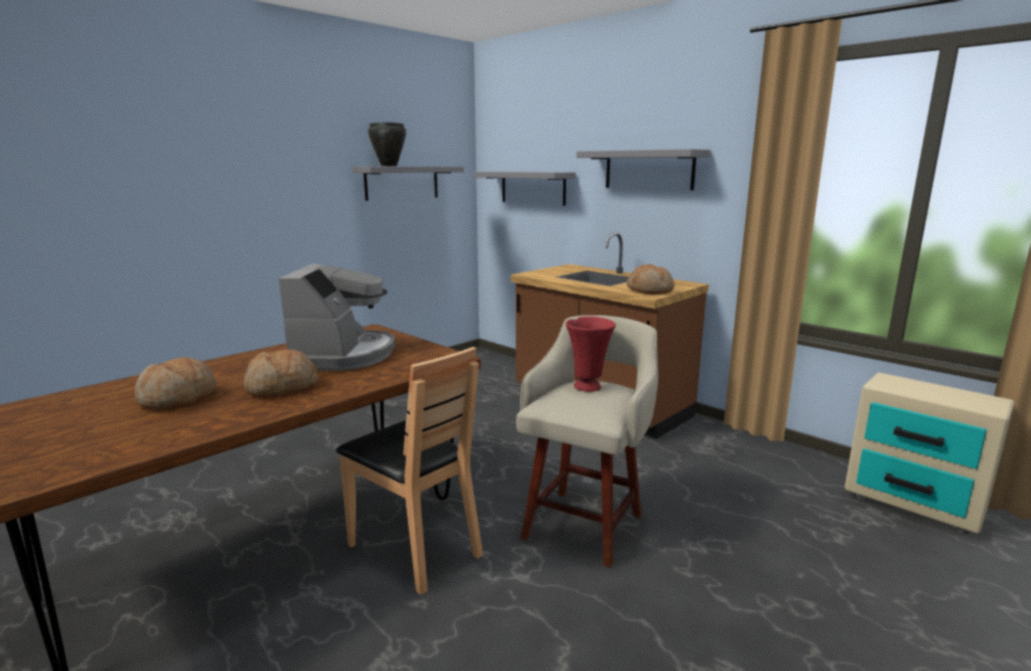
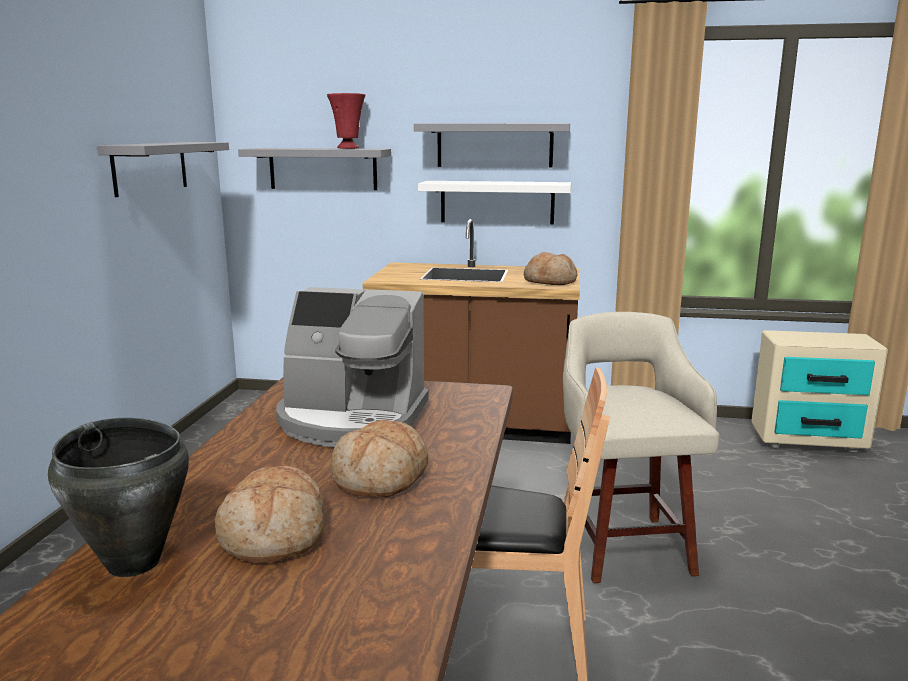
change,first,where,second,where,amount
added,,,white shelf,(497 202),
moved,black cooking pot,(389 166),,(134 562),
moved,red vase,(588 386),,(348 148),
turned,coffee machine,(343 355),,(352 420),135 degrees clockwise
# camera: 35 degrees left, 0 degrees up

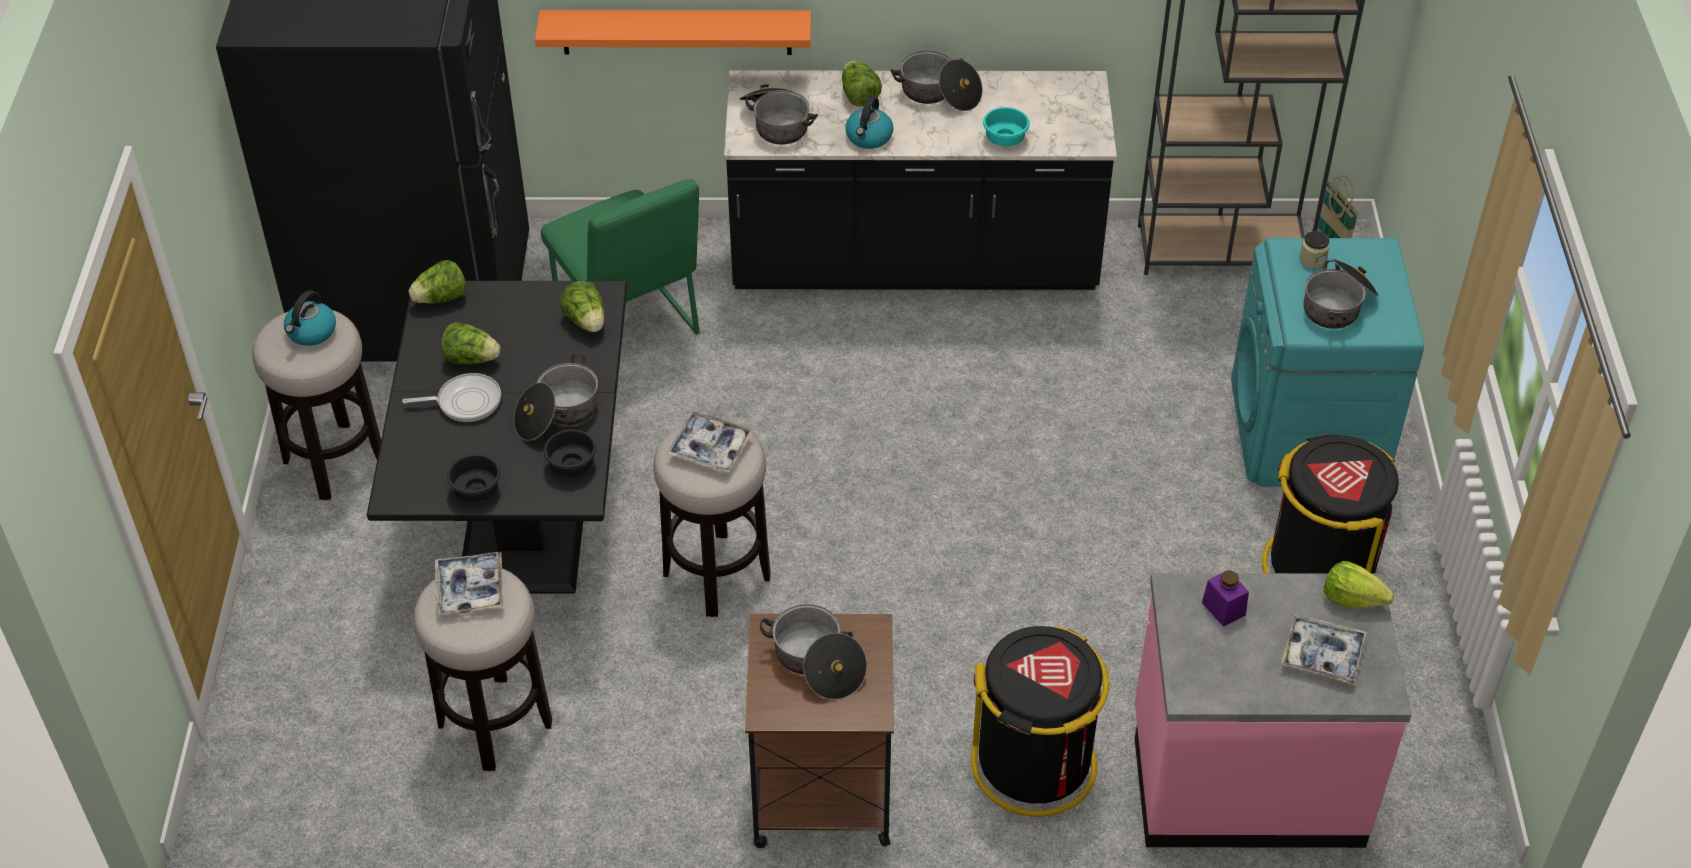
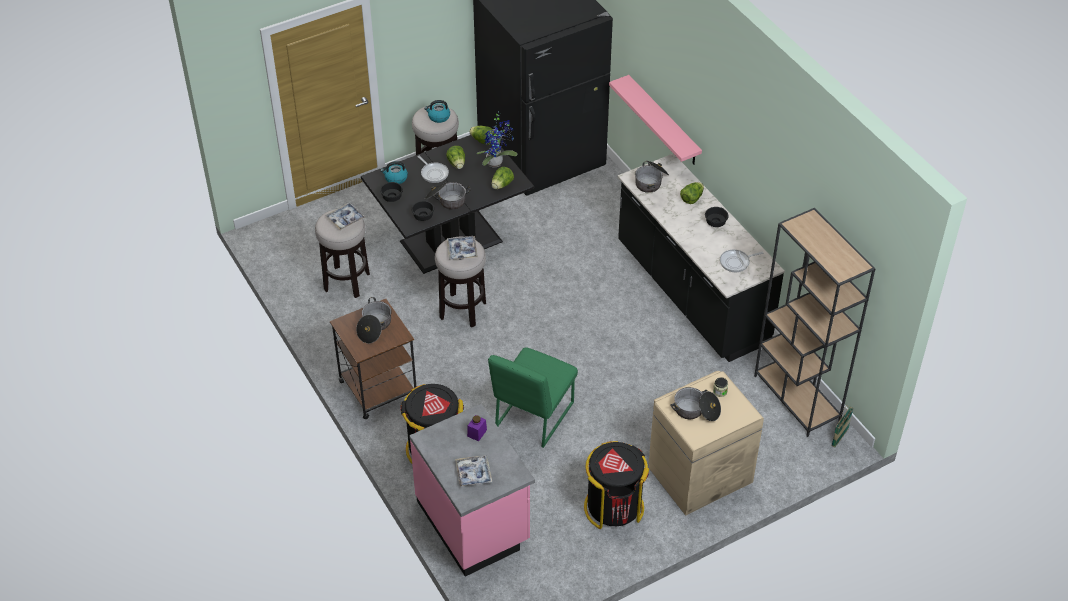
change,first,where,second,where,amount
removed,turquoise bowl,(1003 140),,,
removed,lettuce,(1352 599),,,
added,,,potted plant,(496 163),
added,,,frying pan,(736 262),
moved,green chair,(628 319),,(532 416),
moved,kettle,(869 137),,(395 178),
replaced,cooking pot,(938 94),black bowl,(716 222),
recoloured,orange shelf,(676 31),pink shelf,(663 121),
recoloured,turquoise washing machine,(1305 431),beige washing machine,(697 472),
# camera: 60 degrees right, 0 degrees up

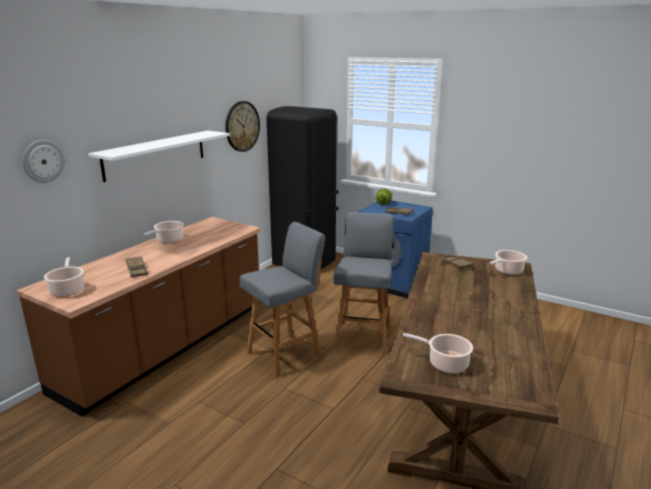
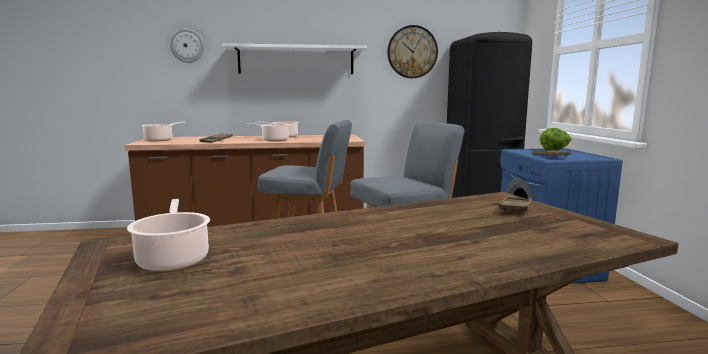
change,first,where,second,where,amount
moved,cooking pot,(507 271),,(273 140),
# camera: 50 degrees right, 10 degrees down

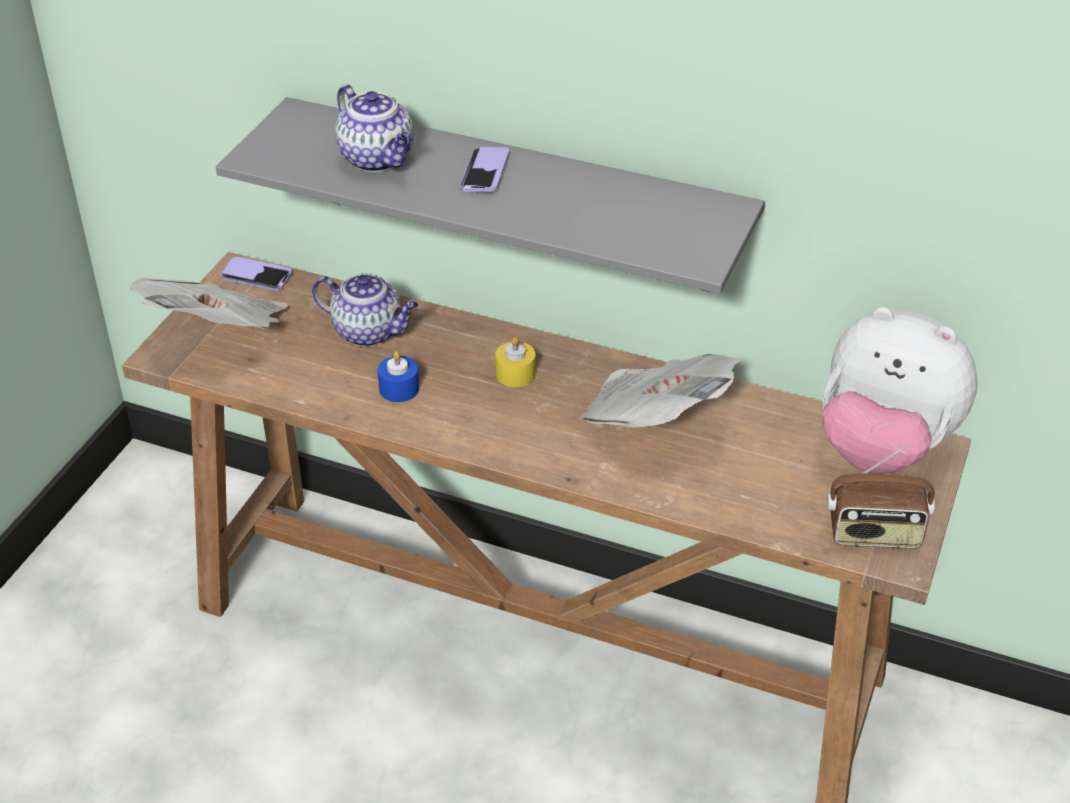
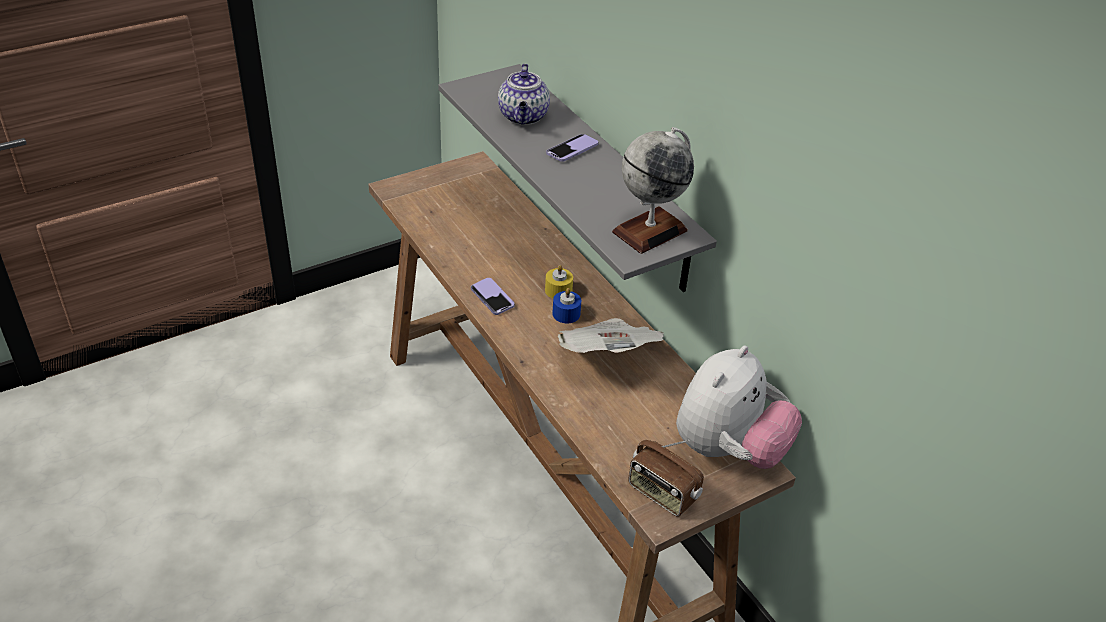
change,first,where,second,where,amount
removed,newspaper,(220 333),,,
removed,teapot,(369 332),,,
added,,,globe,(650 231),
moved,phone,(257 276),,(492 297),
moved,blue candle,(399 389),,(566 314),
turned,plush toy,(883 448),,(728 450),120 degrees counterclockwise
# camera: 35 degrees right, 0 degrees up

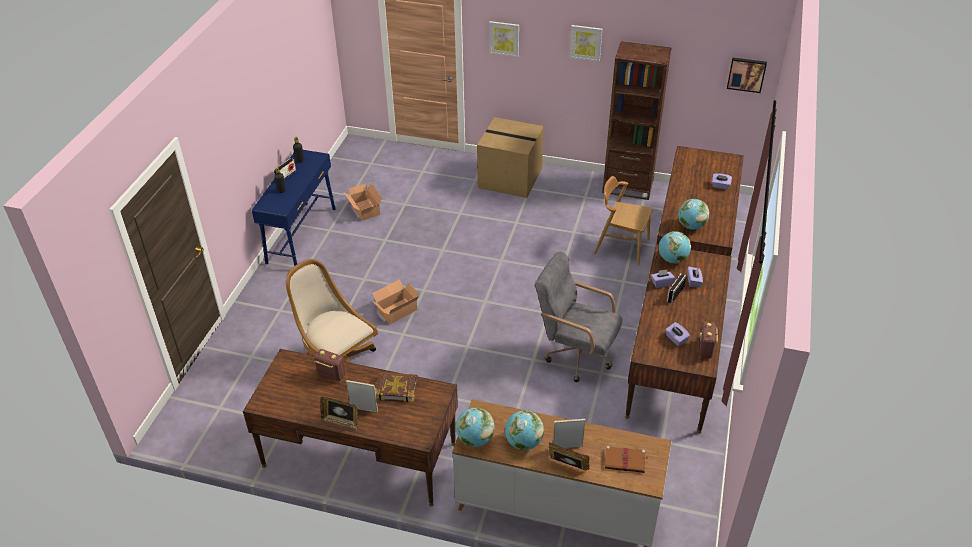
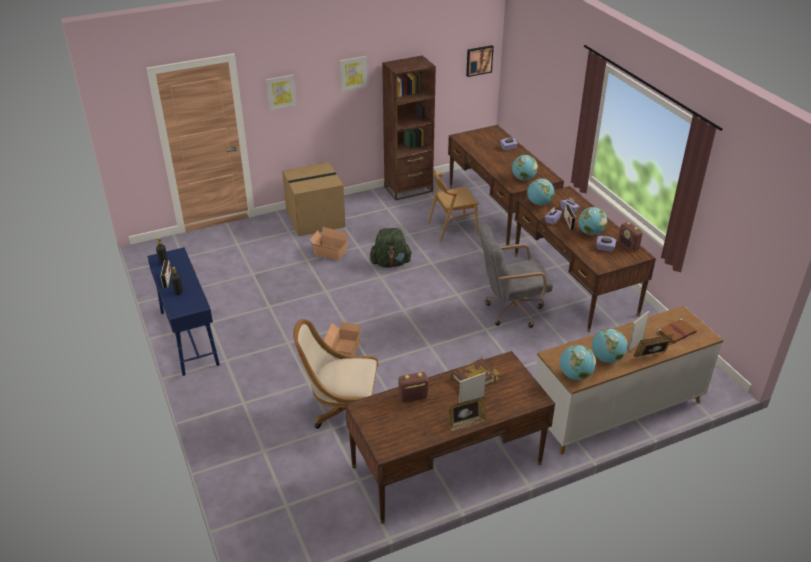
change,first,where,second,where,amount
added,,,green backpack,(390 263),
added,,,globe,(590 233),
moved,cardboard box,(364 210),,(330 253),
# camera: 40 degrees left, 5 degrees down

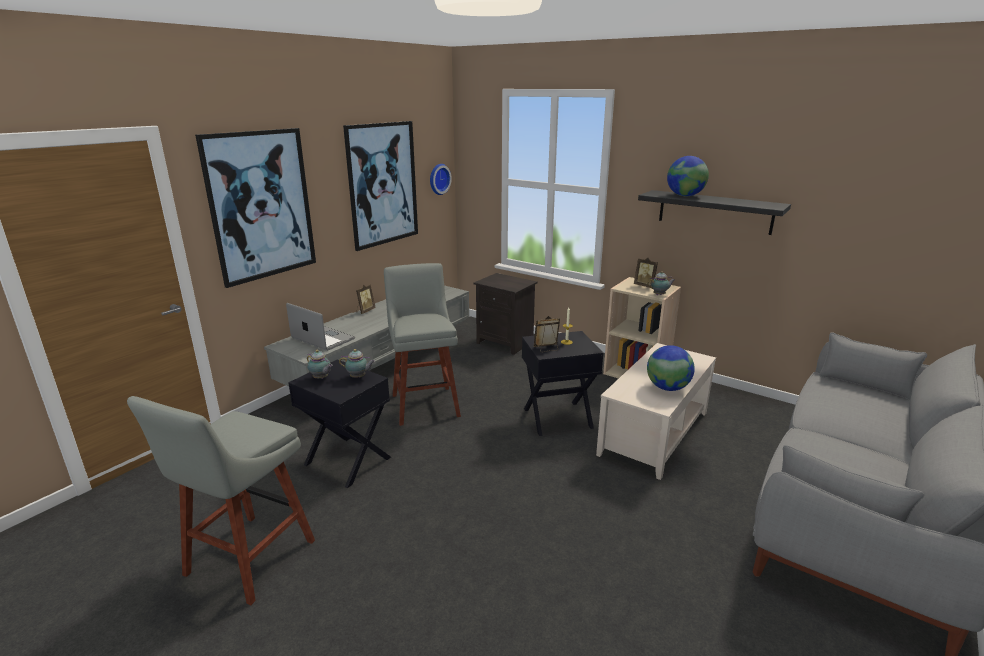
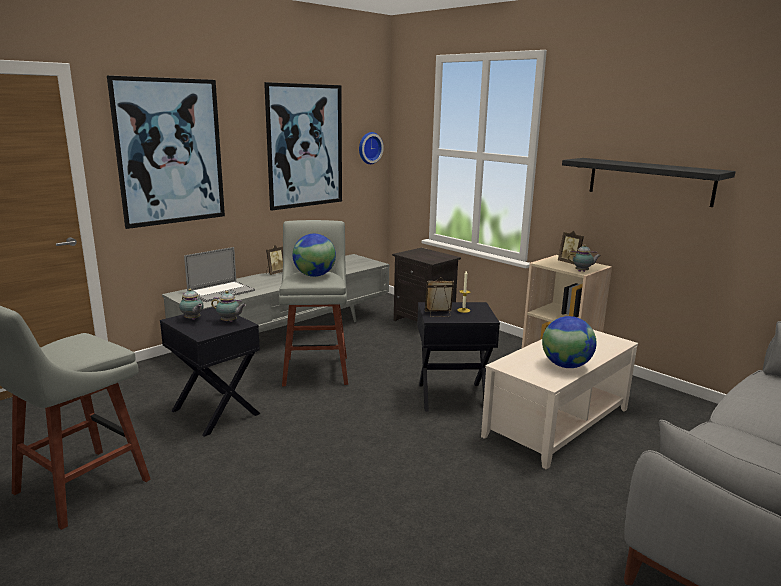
change,first,where,second,where,amount
moved,globe,(685 196),,(314 275),
turned,laptop,(323 338),,(221 292),90 degrees clockwise
# camera: 10 degrees right, 5 degrees down

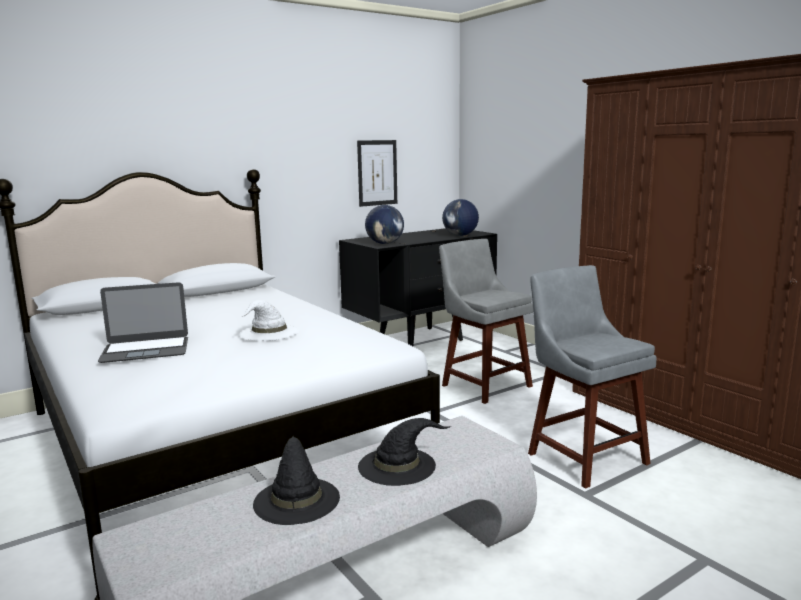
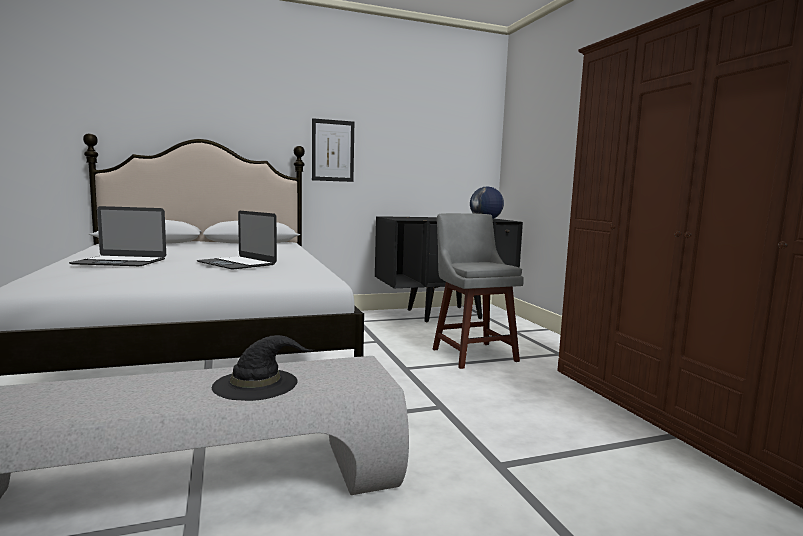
change,first,where,second,where,amount
removed,black hat,(296 499),,,
removed,globe,(385 243),,,
removed,grey chair,(583 456),,,
moved,picture,(377 173),,(333 150),
replaced,white hat,(269 332),laptop,(237 263),
# camera: 15 degrees right, 5 degrees down

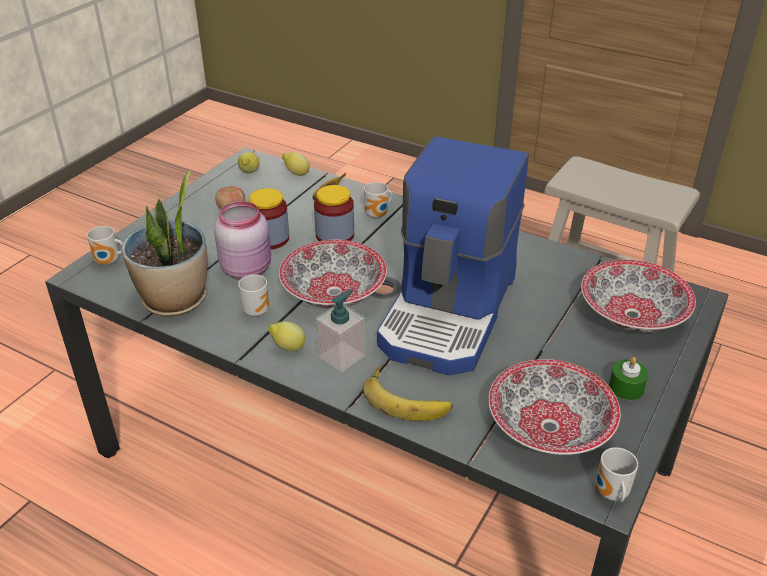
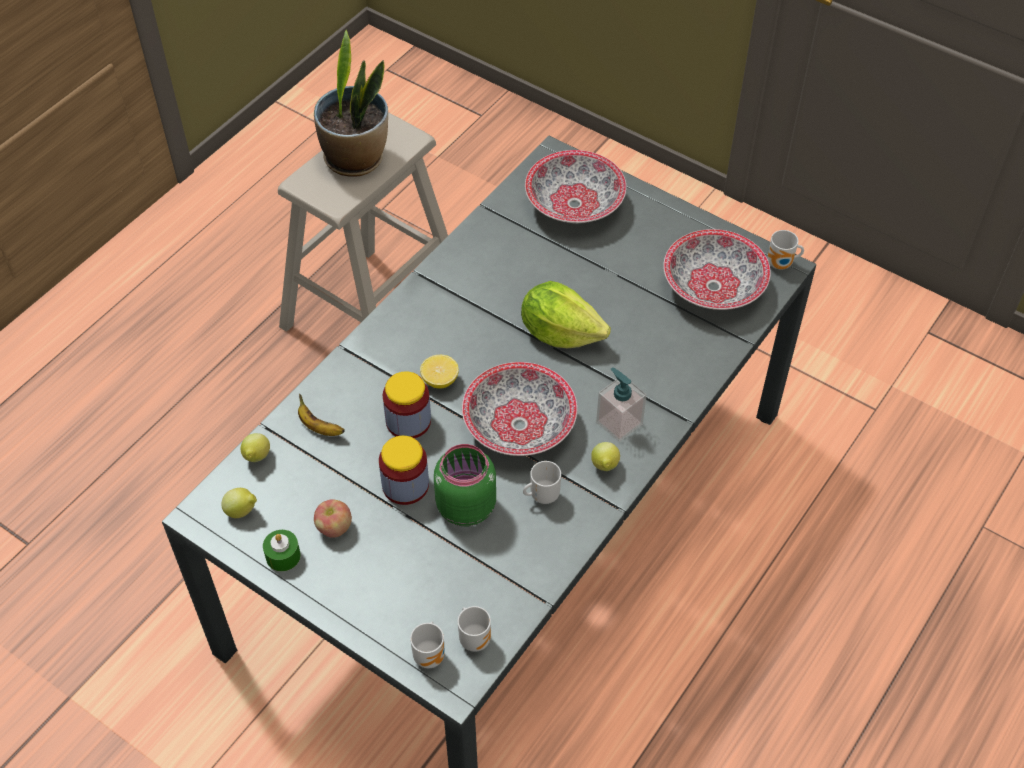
change,first,where,second,where,amount
removed,banana,(407 398),,,
added,,,lemon,(440 380),
moved,potted plant,(175 300),,(356 158),
moved,mug,(378 215),,(475 638),
moved,green candle,(626 387),,(283 556),
replaced,coffee machine,(450 313),lettuce,(560 333),
recoloured,pink jar,(247 269),green jar,(464 506),
# camera: 85 degrees left, 15 degrees up

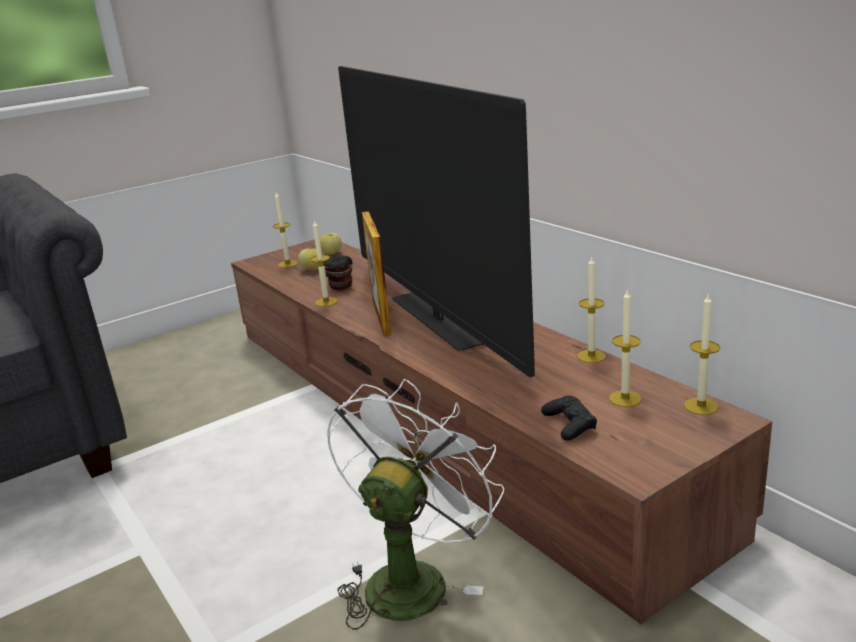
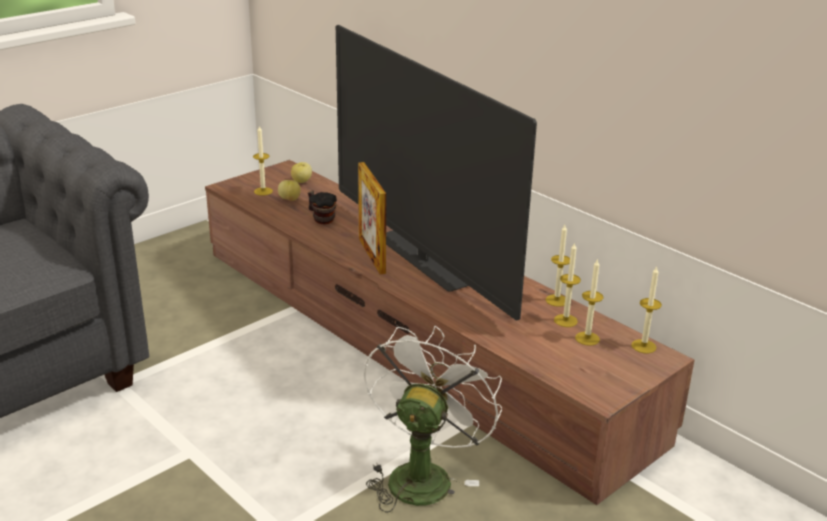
change,first,where,second,where,amount
removed,black game controller,(569 424),,,
moved,candle,(326 302),,(565 320),
# camera: 10 degrees left, 5 degrees up

